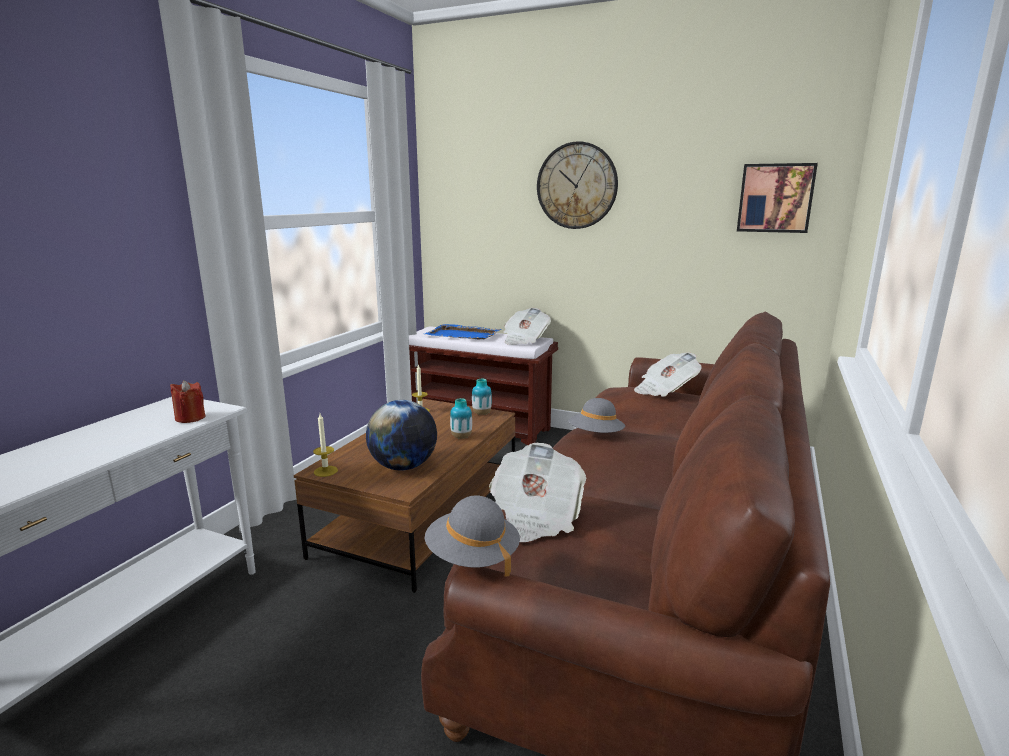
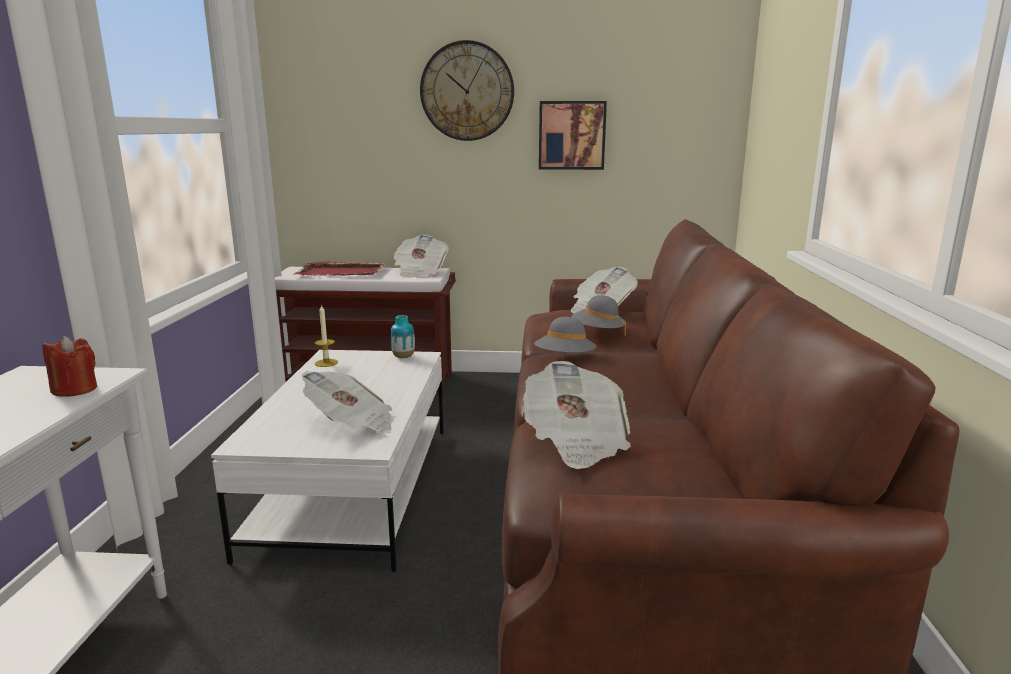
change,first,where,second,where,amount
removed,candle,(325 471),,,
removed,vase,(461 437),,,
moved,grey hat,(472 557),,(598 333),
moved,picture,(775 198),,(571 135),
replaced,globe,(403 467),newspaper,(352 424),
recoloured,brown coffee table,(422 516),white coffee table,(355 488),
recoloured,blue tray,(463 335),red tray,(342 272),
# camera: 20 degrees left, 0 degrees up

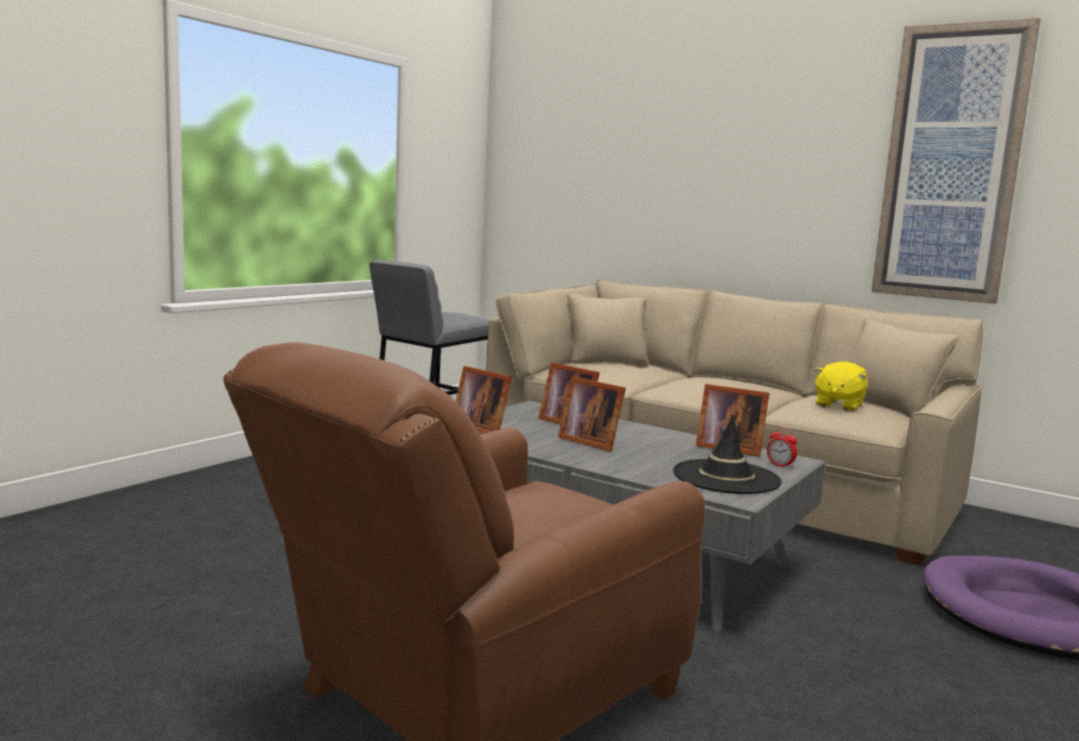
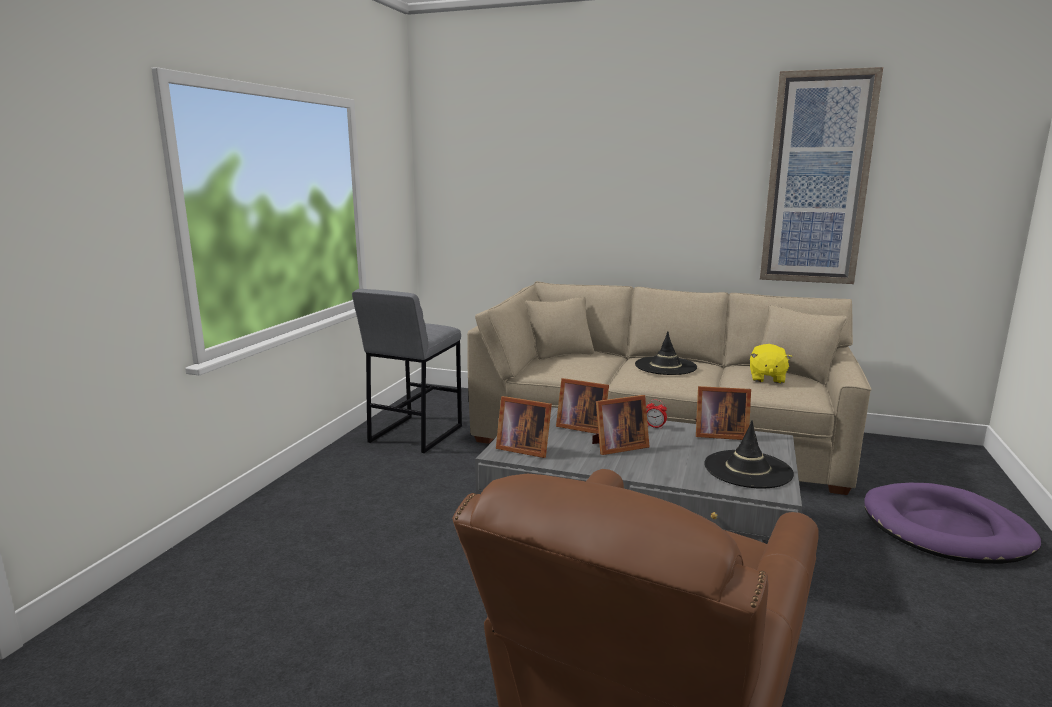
change,first,where,second,where,amount
added,,,black hat,(665 366),
moved,alarm clock,(780 465),,(655 426),
turned,picture frame,(590 442),,(617 447),45 degrees counterclockwise
# camera: 15 degrees left, 5 degrees up

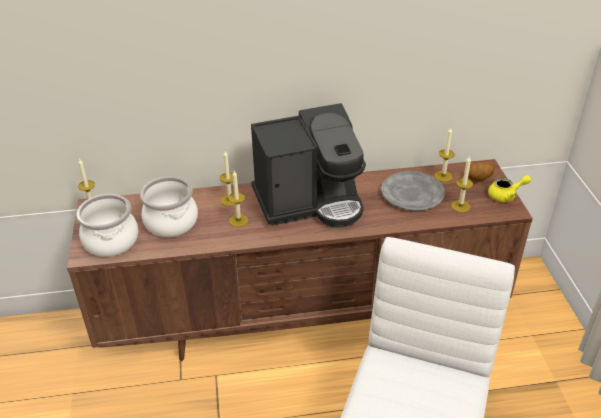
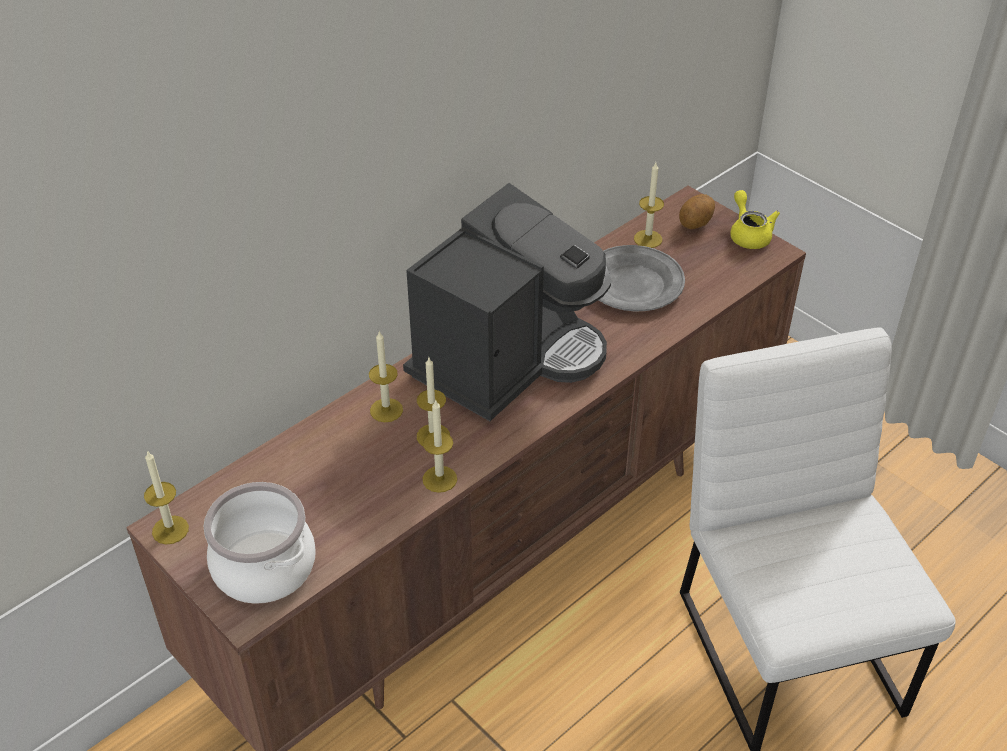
change,first,where,second,where,amount
removed,cooking pot,(172 222),,,
moved,candle,(460 206),,(439 479),
turned,yellow teapot,(506 195),,(749 234),60 degrees counterclockwise
# camera: 35 degrees left, 5 degrees up

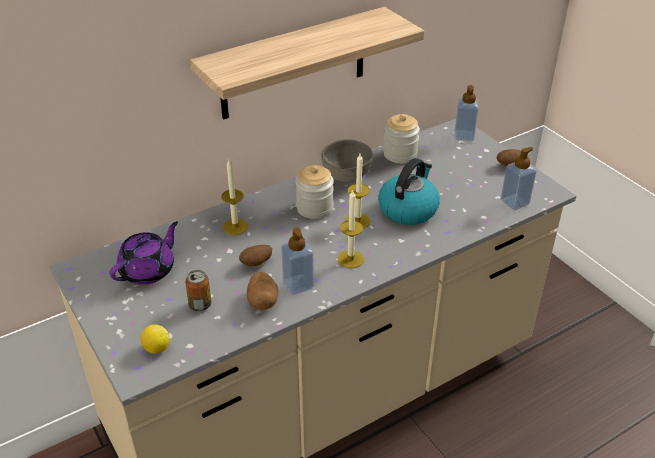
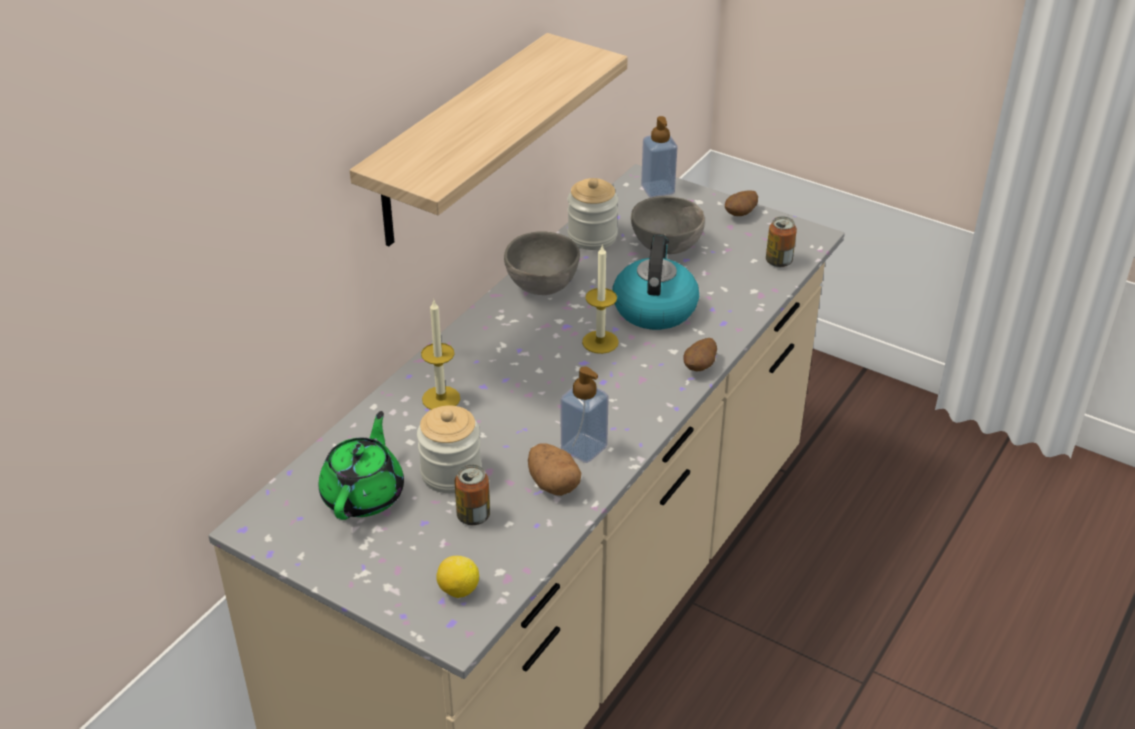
change,first,where,second,where,amount
removed,candle,(350 259),,,
added,,,grey bowl,(667 247),
moved,potato,(256 263),,(700 367),
moved,jar,(314 208),,(451 473),
replaced,soap dispenser,(514 202),can,(778 261),
recoloured,purple teapot,(148 270),green teapot,(364 494),
# camera: 25 degrees left, 0 degrees up

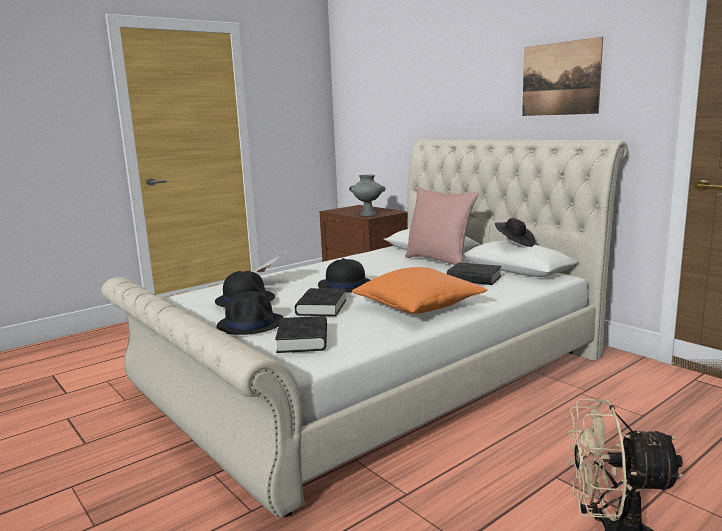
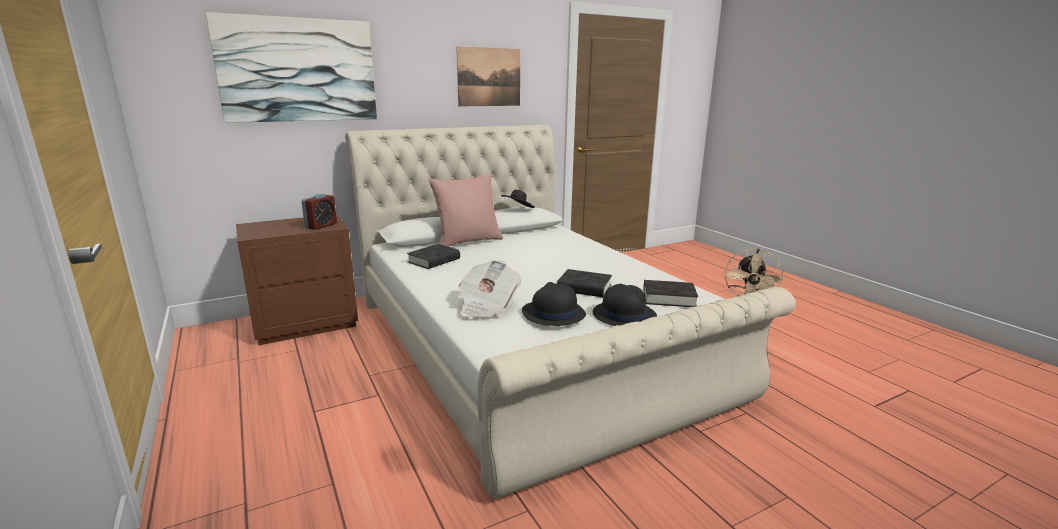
change,first,where,second,where,amount
removed,black hat,(345 286),,,
removed,orange pillow,(418 306),,,
added,,,picture,(298 70),
moved,black book,(474 278),,(434 260),
replaced,grey vase,(368 214),alarm clock,(321 226),
# camera: 80 degrees left, 5 degrees up

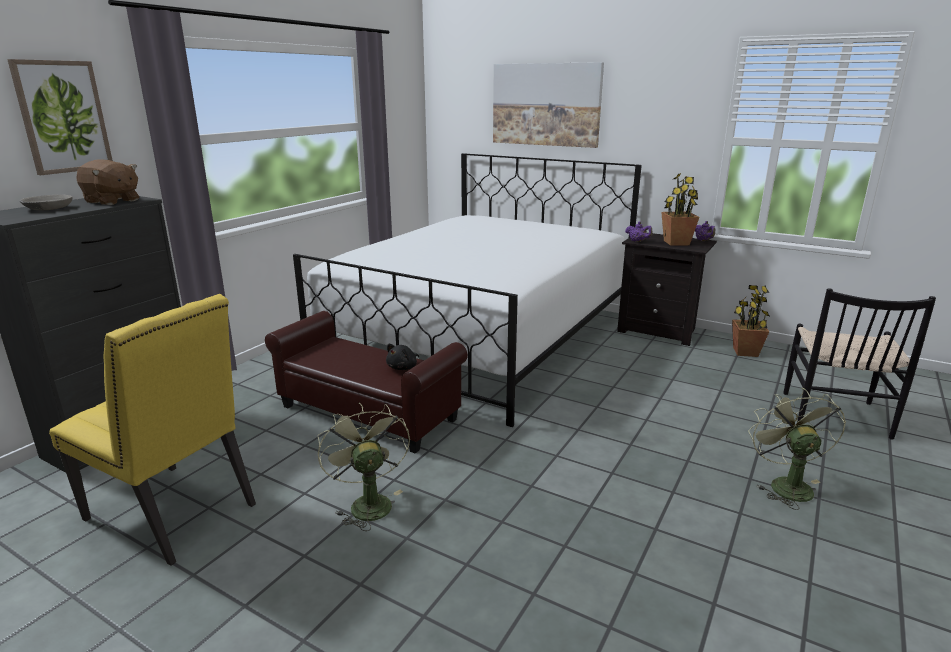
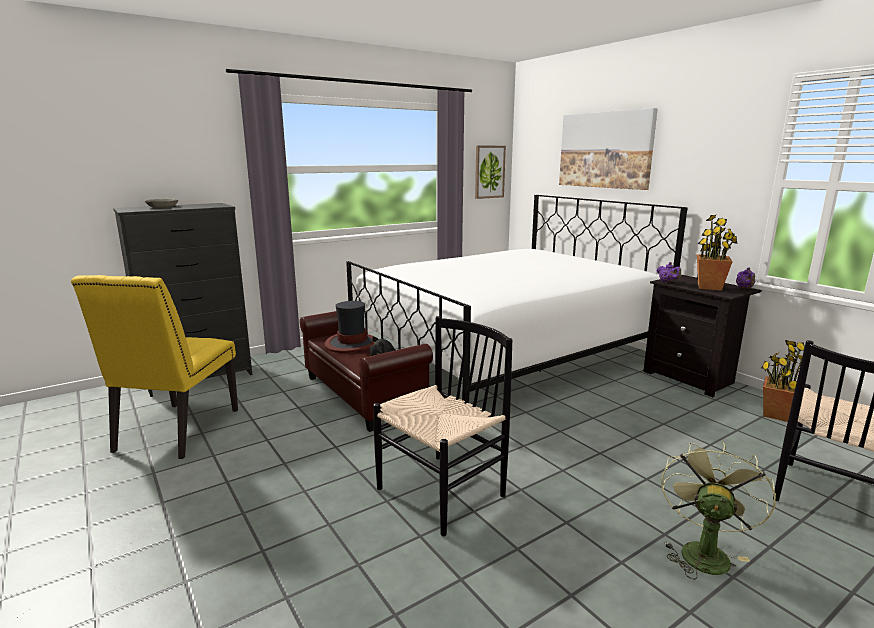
change,first,where,second,where,amount
removed,brown plush toy,(112 201),,,
removed,green fan,(367 503),,,
added,,,hat,(352 344),
added,,,black chair,(445 490),
moved,picture,(63 117),,(489 172),
turned,yellow chair,(170 511),,(178 429),45 degrees clockwise
# camera: 25 degrees right, 5 degrees down

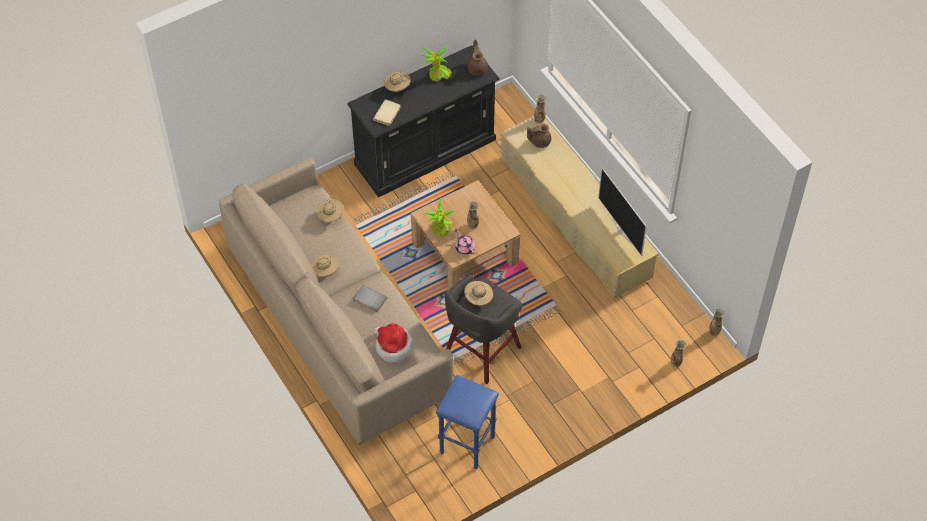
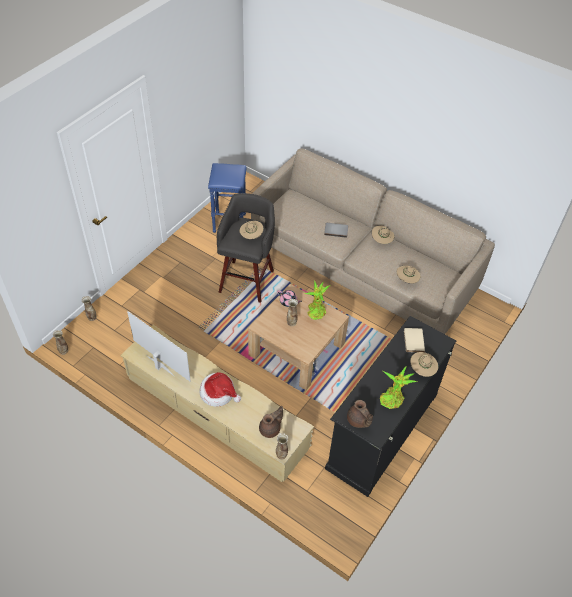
change,first,where,second,where,amount
moved,hat,(393 347),,(218 393),
# camera: 155 degrees right, 5 degrees down

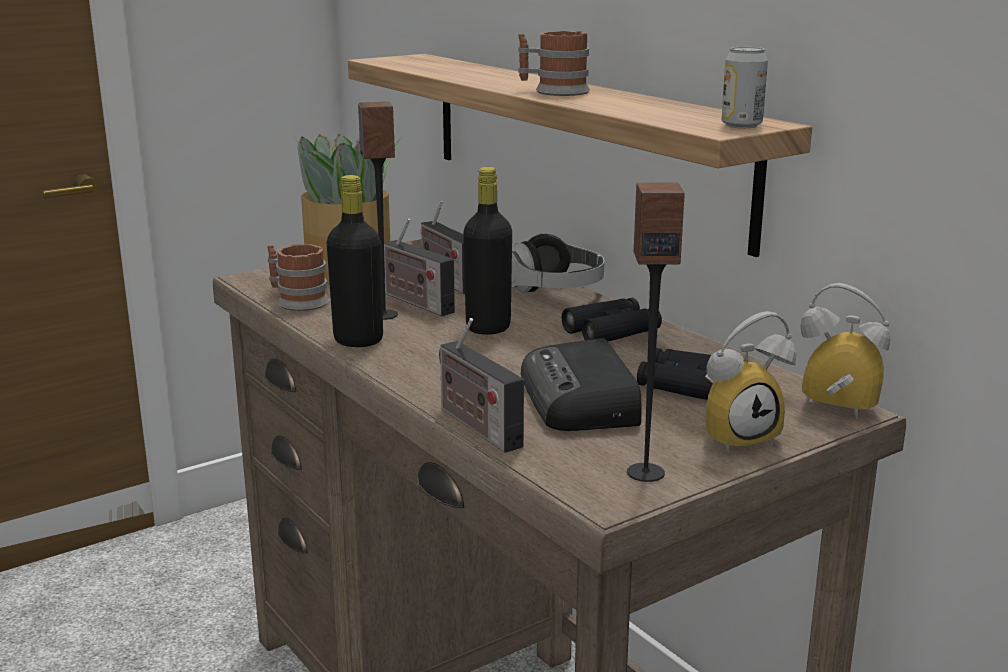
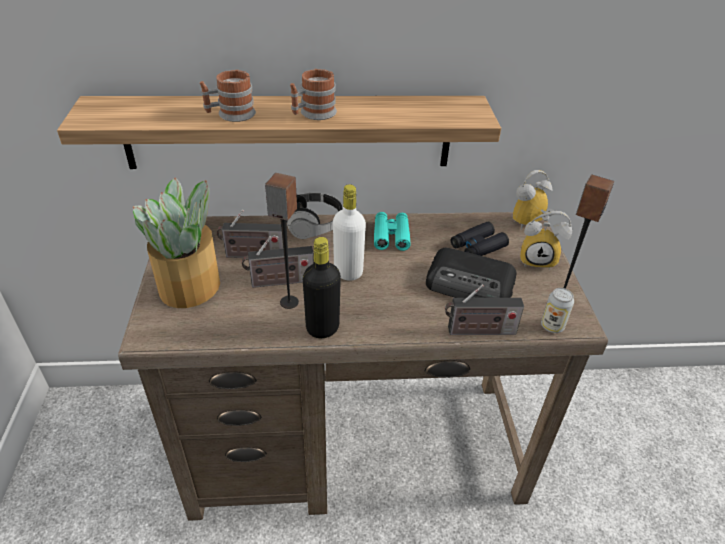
change,first,where,second,where,amount
moved,mug,(296 301),,(230 115),
moved,can,(741 125),,(552 326),
recoloured,black bottle,(488 327),white bottle,(348 272),
recoloured,black binoculars,(612 331),turquoise binoculars,(391 236),
turned,alarm clock,(738 436),,(538 260),90 degrees clockwise
# camera: 60 degrees left, 20 degrees up

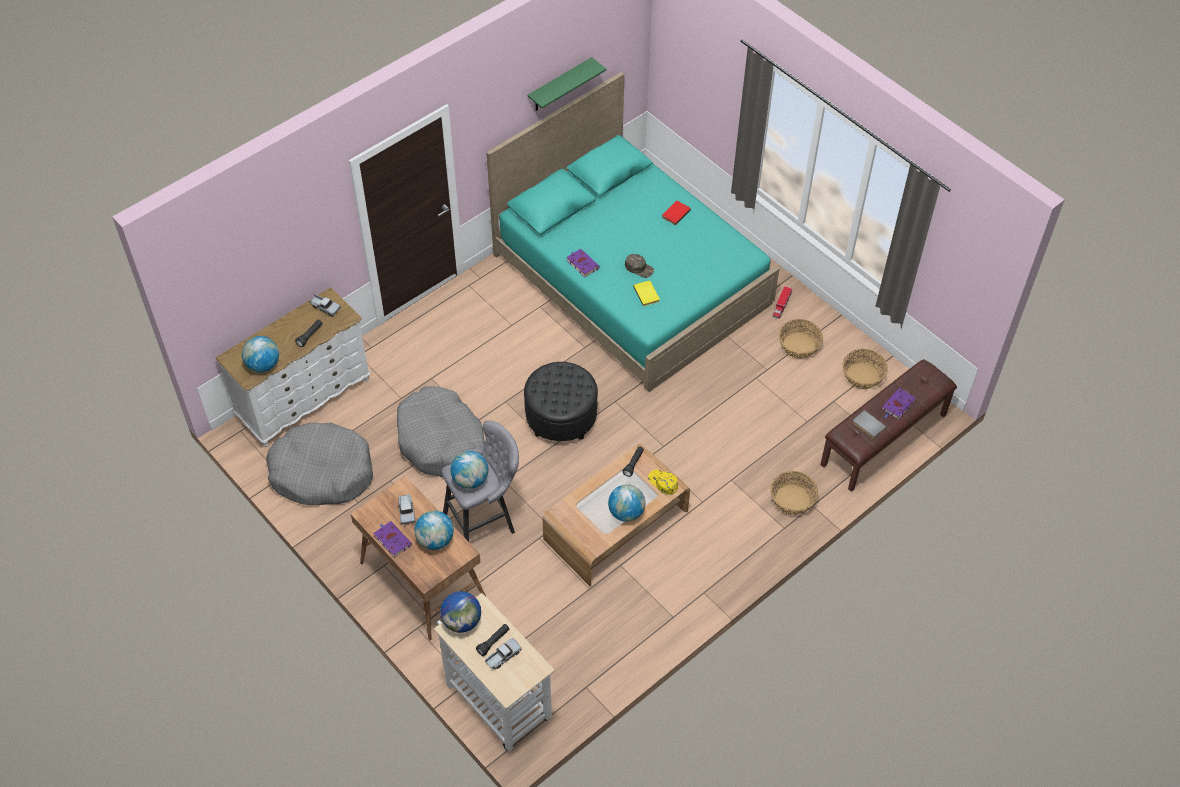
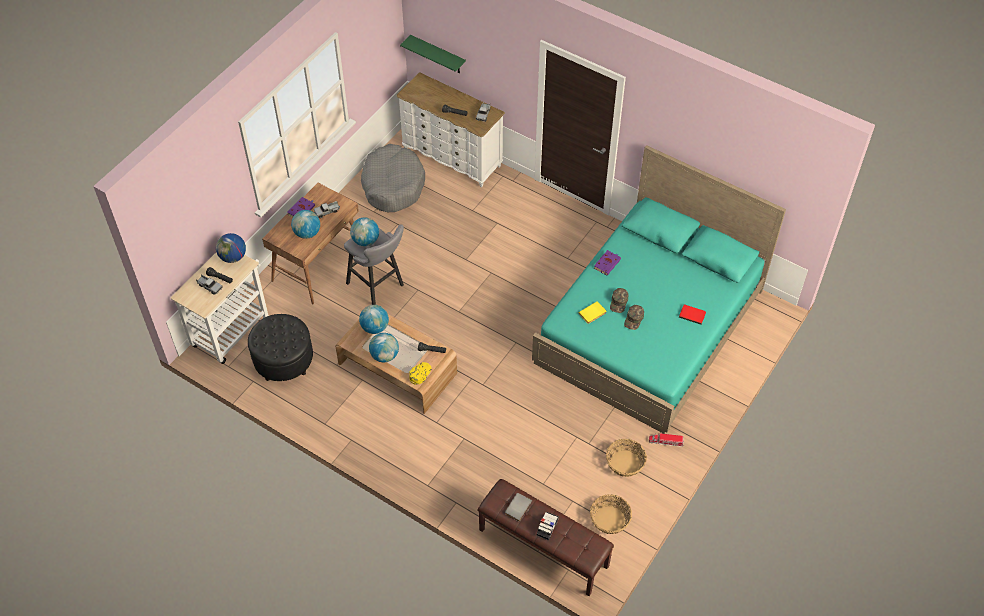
change,first,where,second,where,amount
removed,grey dog bed,(441 441),,,
removed,basket,(792 500),,,
added,,,green cap,(634 319),
moved,globe,(263 365),,(375 327),
moved,black ottoman,(561 418),,(284 361),
moved,green shelf,(560 85),,(438 55),
replaced,purple book,(897 406),toy car,(547 527),
# camera: 75 degrees right, 0 degrees up

